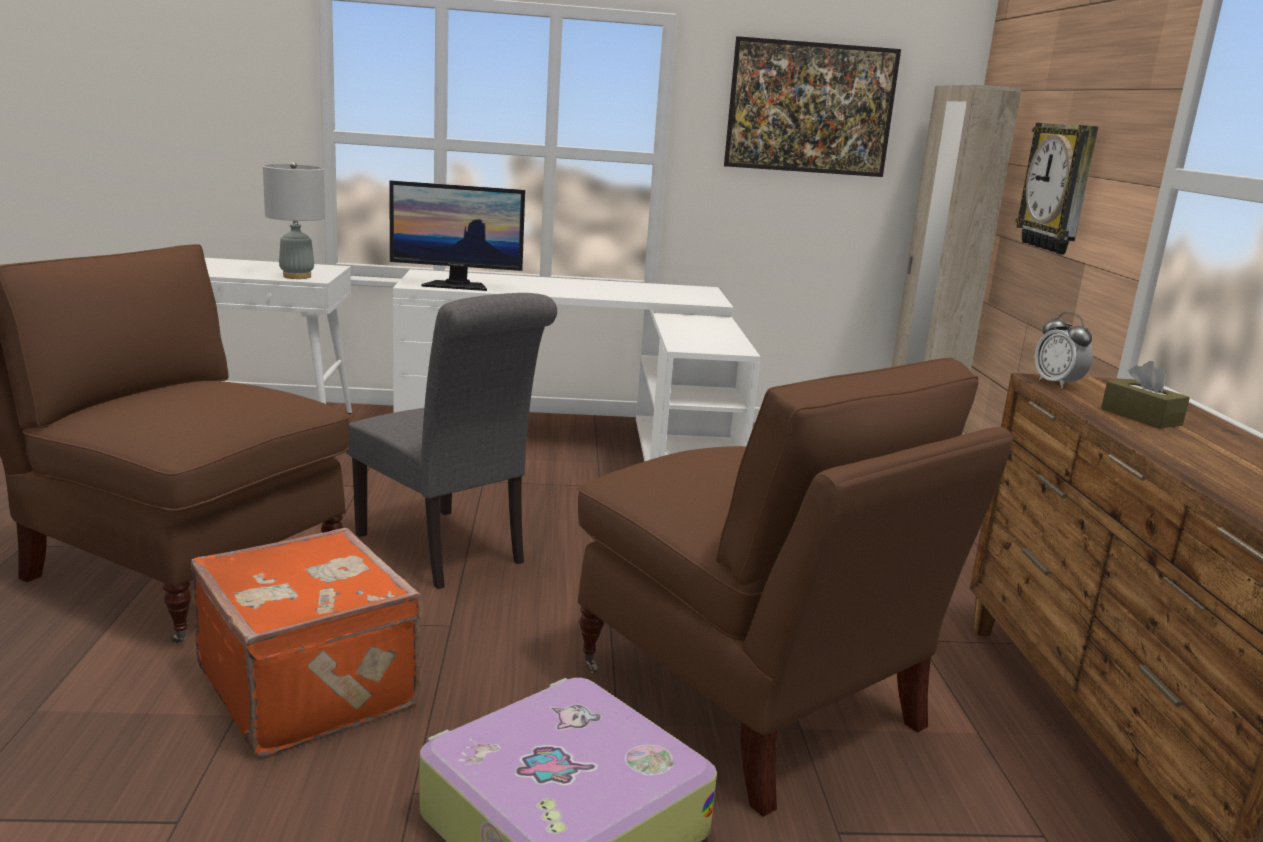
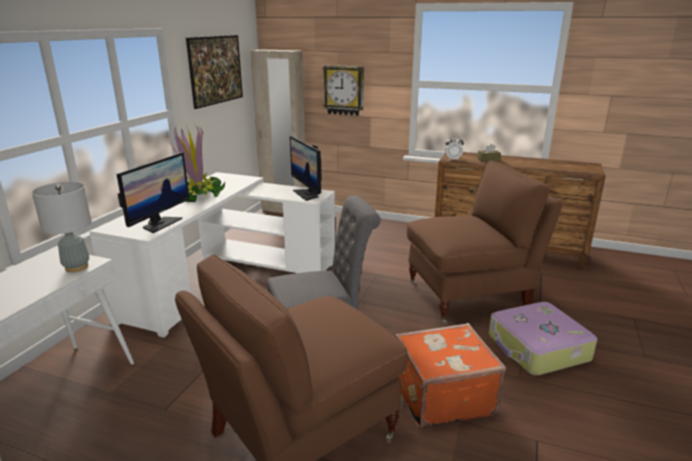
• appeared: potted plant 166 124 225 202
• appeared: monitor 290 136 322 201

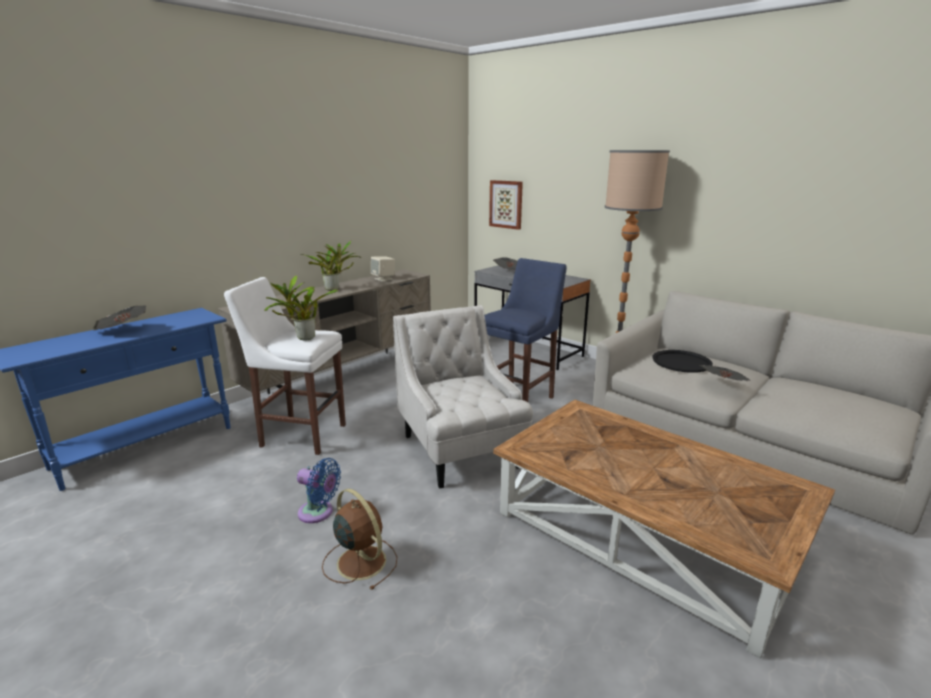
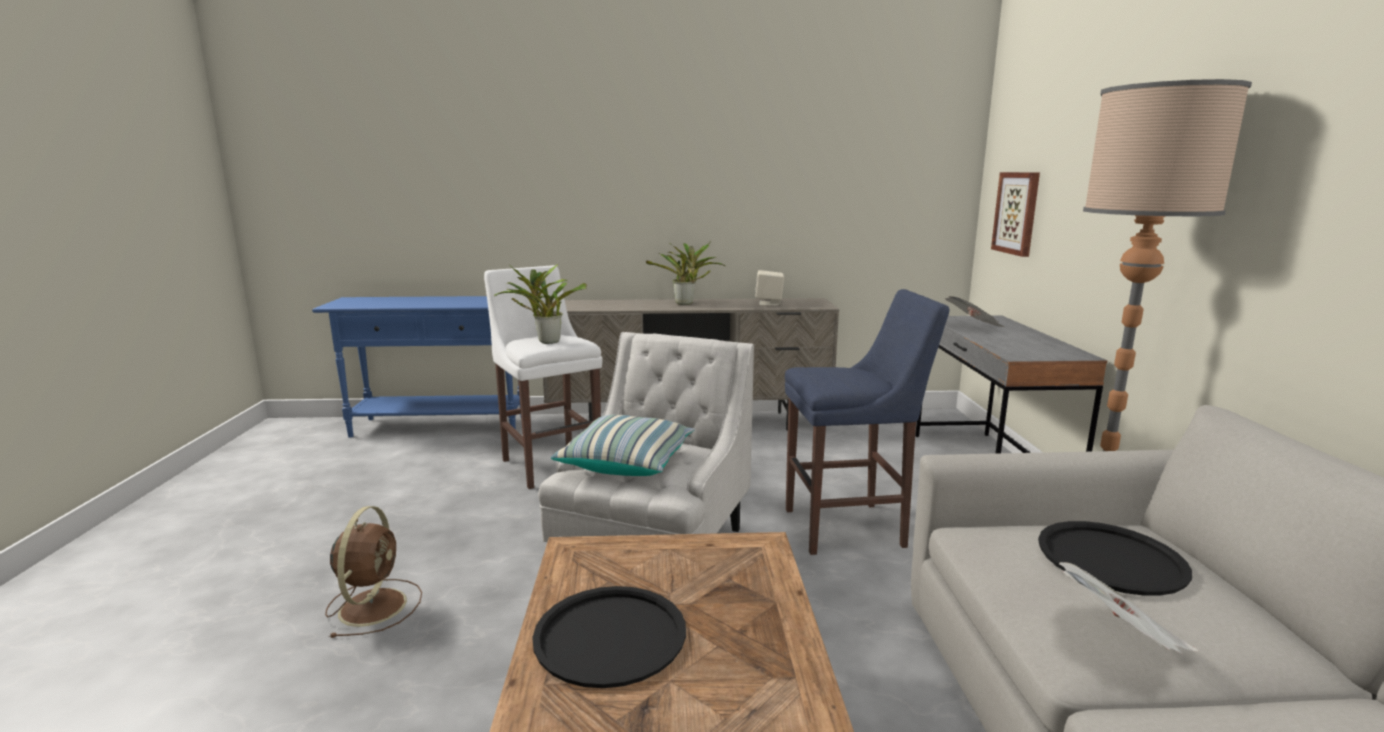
• missing: newspaper 93 306 146 330
• missing: fan (blue) 297 458 341 523
• appeared: tray (black) 532 586 686 688
• appeared: pillow 551 415 695 476

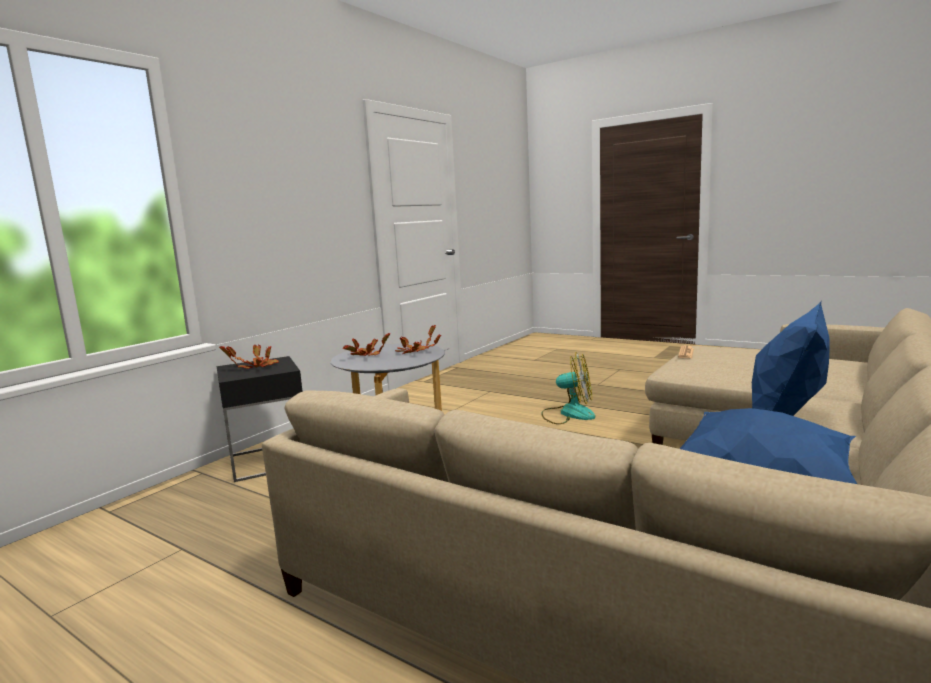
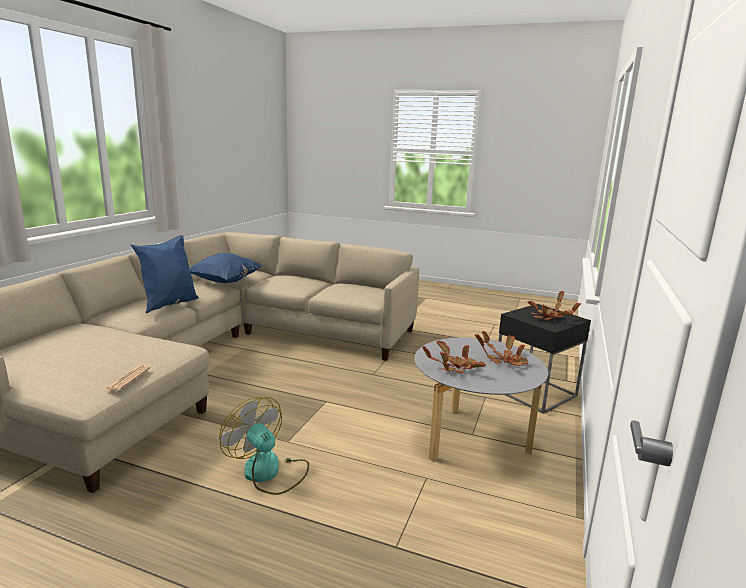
• spun: fan 542 352 595 424 = 220 397 309 495 45 degrees clockwise

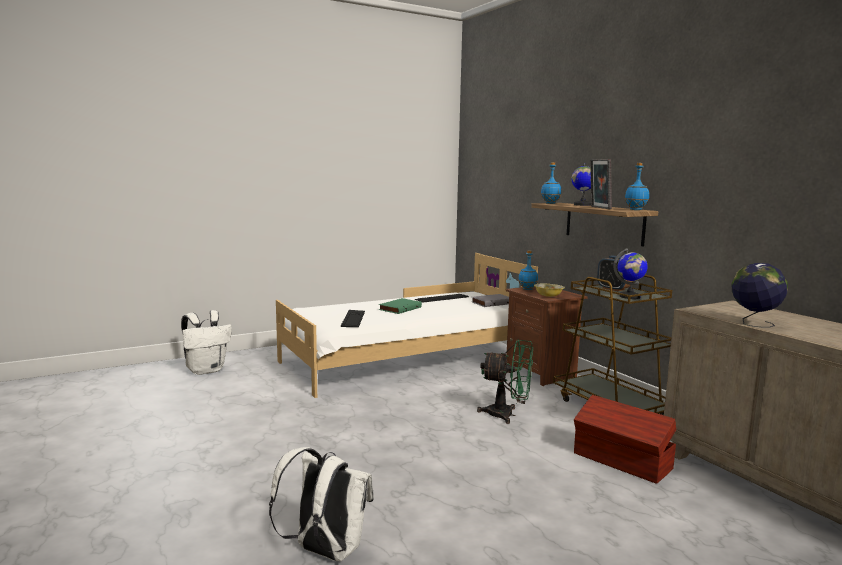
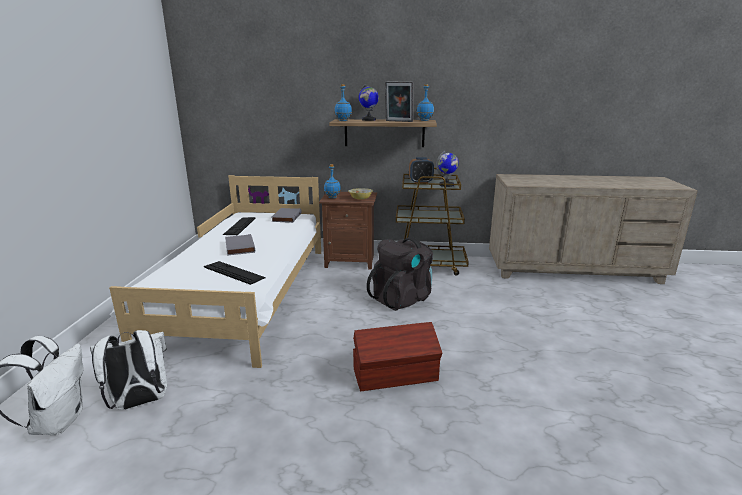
• relocated: backpack (white) 269 447 374 561 to 90 330 167 410
• colour: book (green) 379 298 422 314 to book (grey) 225 234 255 256
• exchanged: fan (green) 477 340 533 424 to backpack (black) 366 237 433 311
• relocated: storage box (brown) 574 395 676 484 to 353 322 442 391
• missing: globe 731 263 788 327

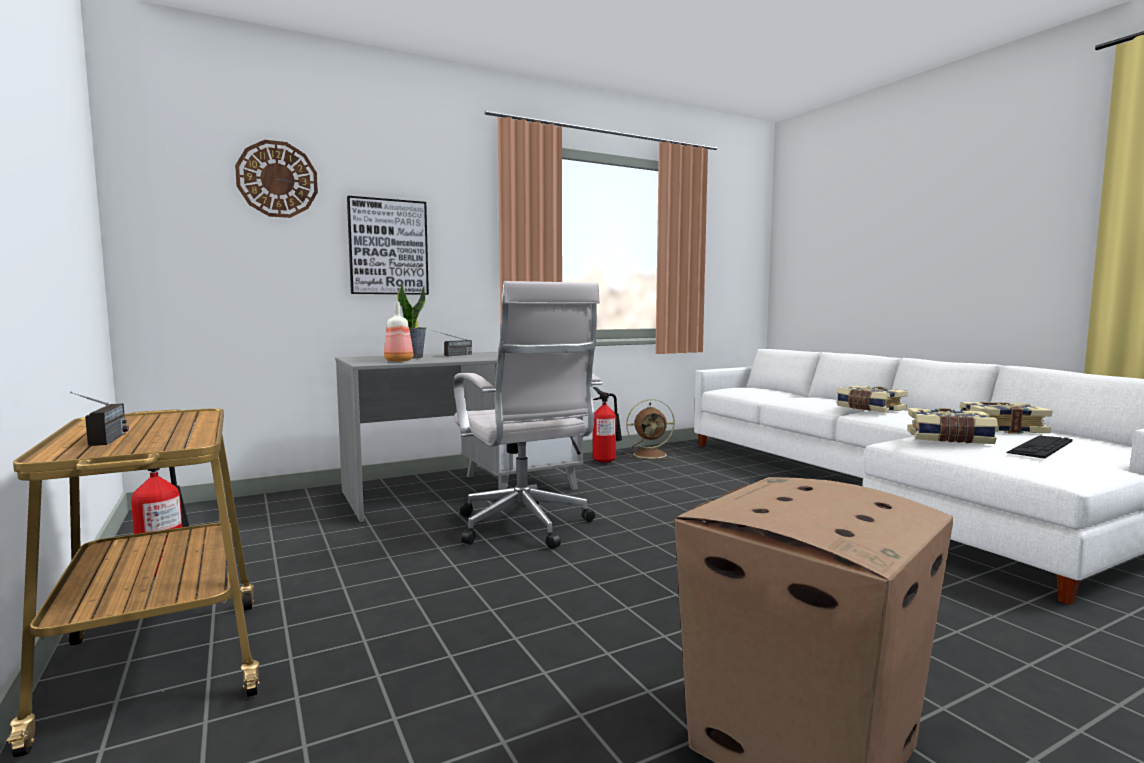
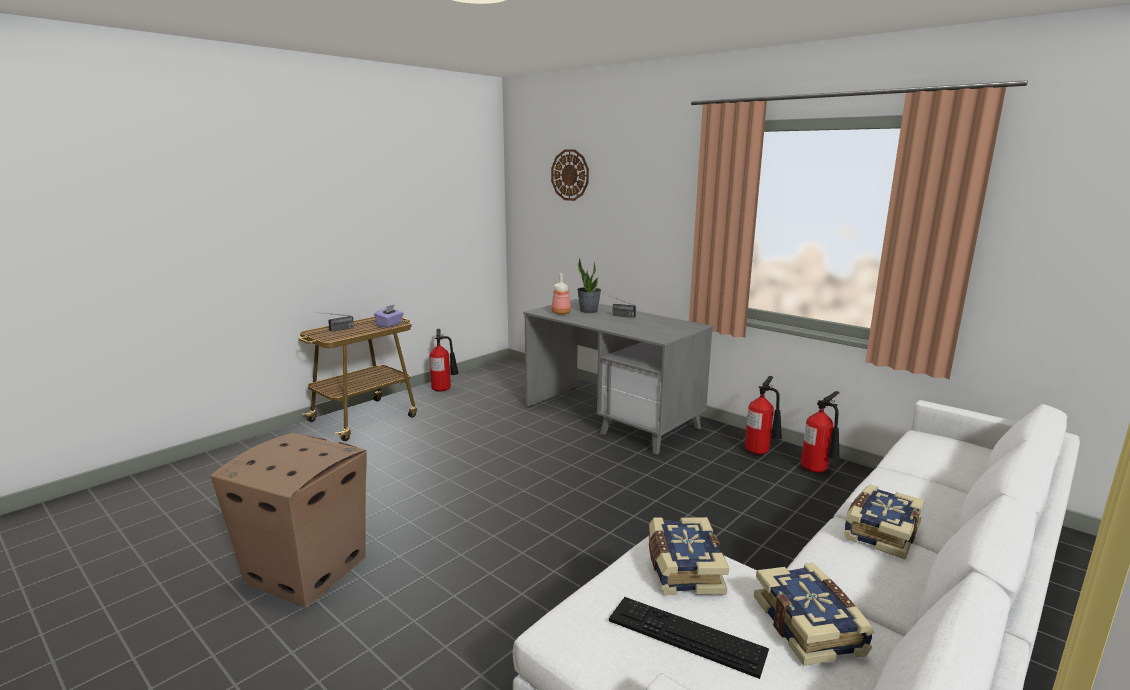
• missing: picture 347 196 429 295
• missing: office chair (white) 453 281 602 549
• exchanged: fan (brown) 623 399 676 460 to fire extinguisher 801 391 840 473
• appeared: tissue box (purple) 374 304 404 328

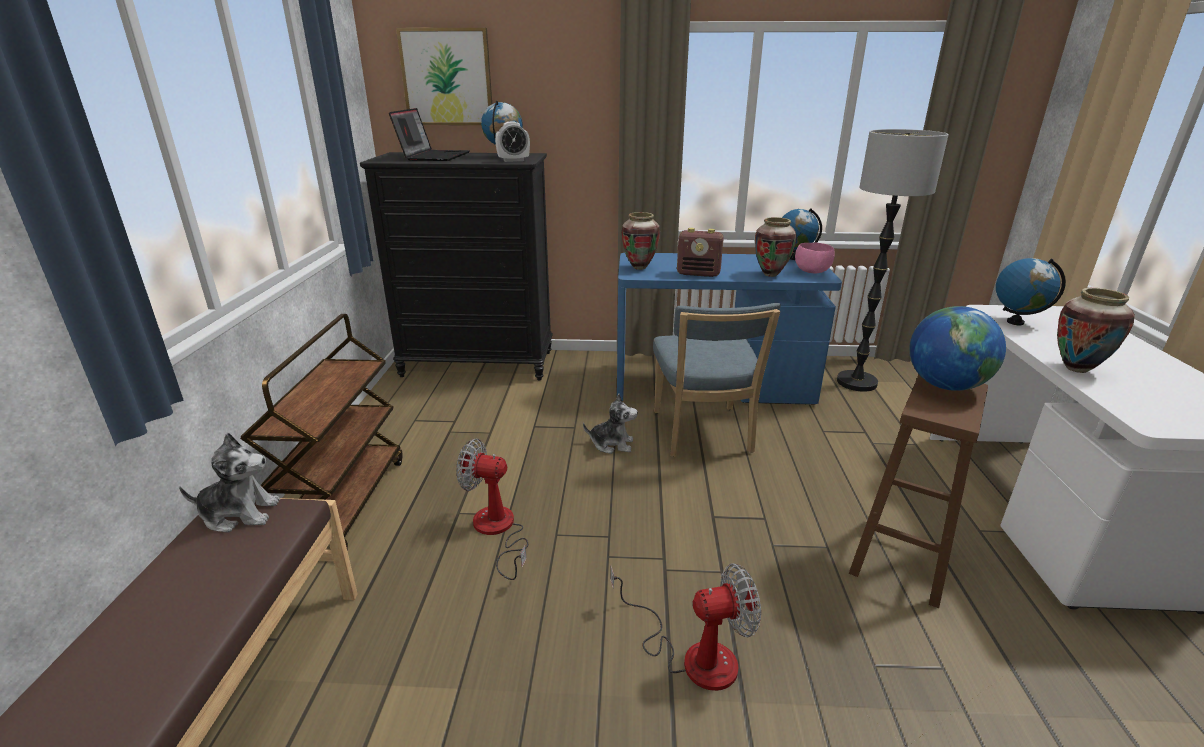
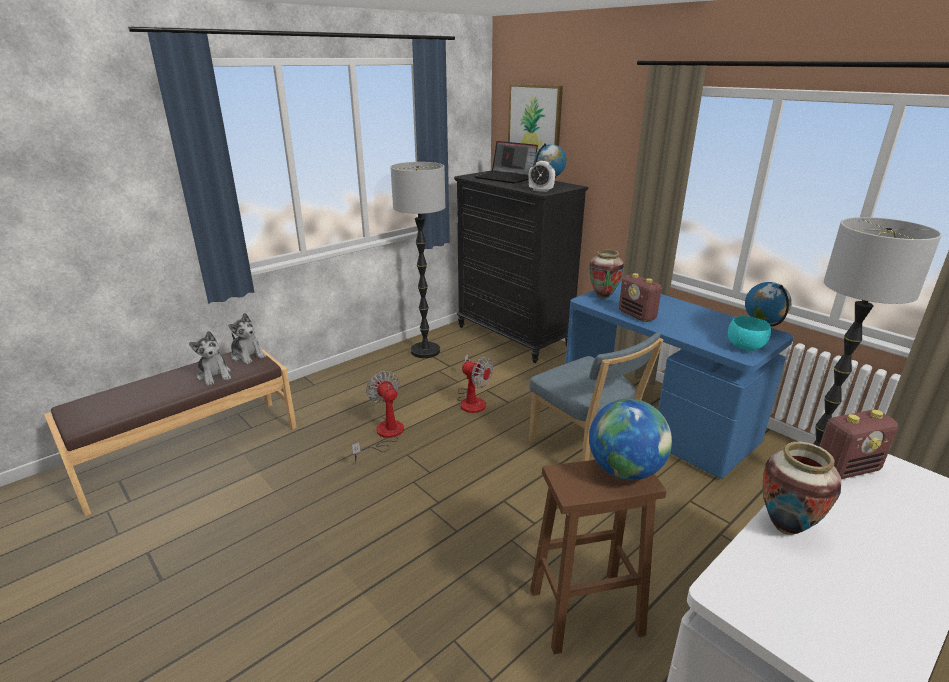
• missing: cart (brown) 240 314 403 549
• spun: laptop 389 108 470 161 = 475 141 538 184 75 degrees clockwise
• relocated: plush toy 583 394 638 454 to 189 331 231 386
• relocated: fan 610 563 761 691 to 457 354 493 413
• spun: chair (blue) 653 303 781 457 = 529 332 663 461 75 degrees counterclockwise
• missing: vase 755 217 797 277
• colour: bowl (pink) 795 243 835 274 to bowl (turquoise) 728 316 771 351
• exchanged: globe 996 258 1066 325 to radio 819 410 898 479
• appeared: floor lamp 391 162 445 358

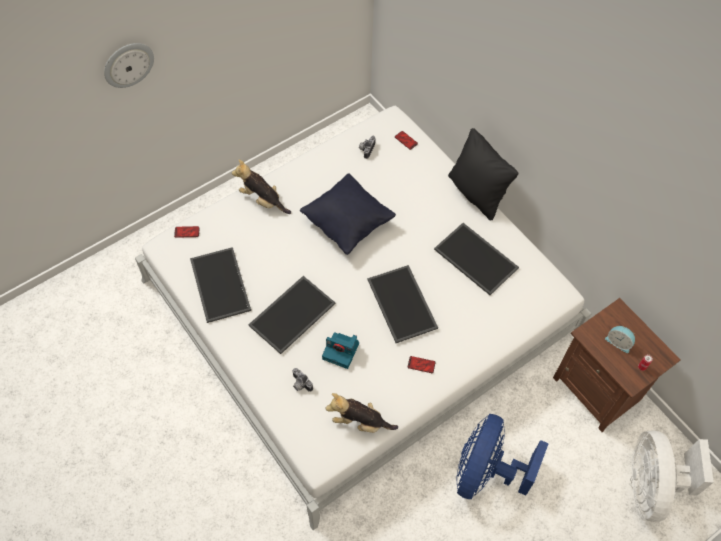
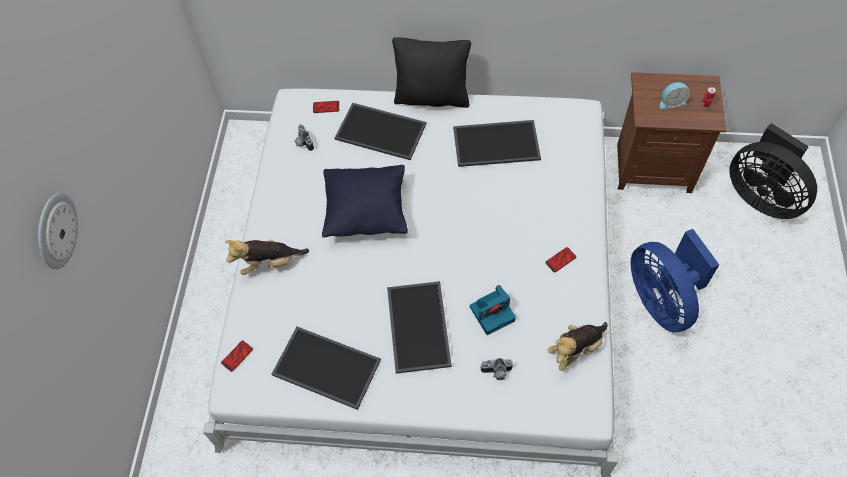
• relocated: tray 368 265 438 343 to 335 103 426 160
• colour: fan (white) 630 430 714 522 to fan (black) 729 123 817 219

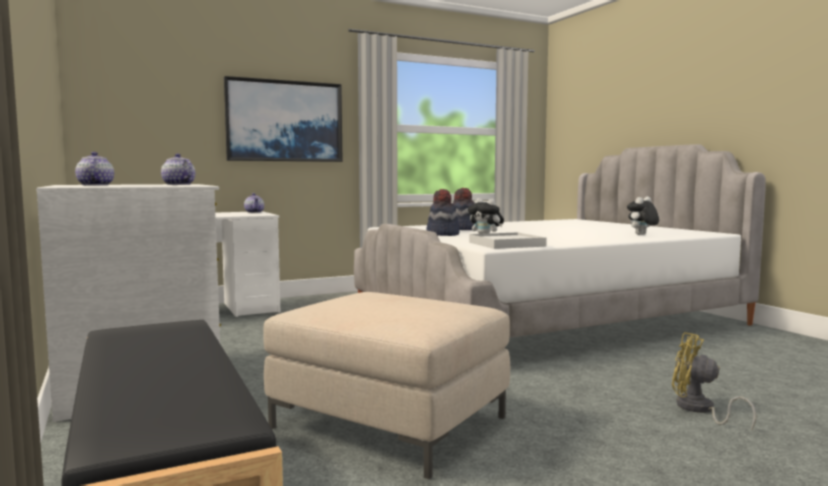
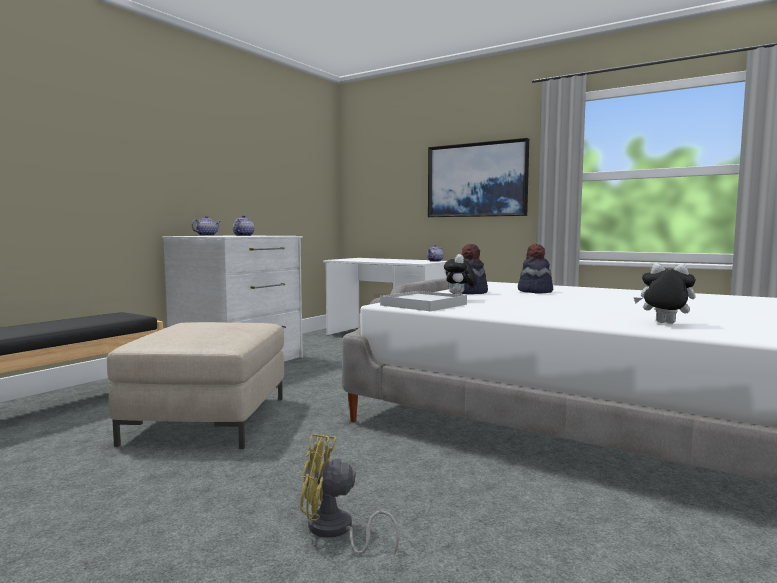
• spun: fan (yellow) 672 332 756 431 = 300 434 399 555 90 degrees counterclockwise

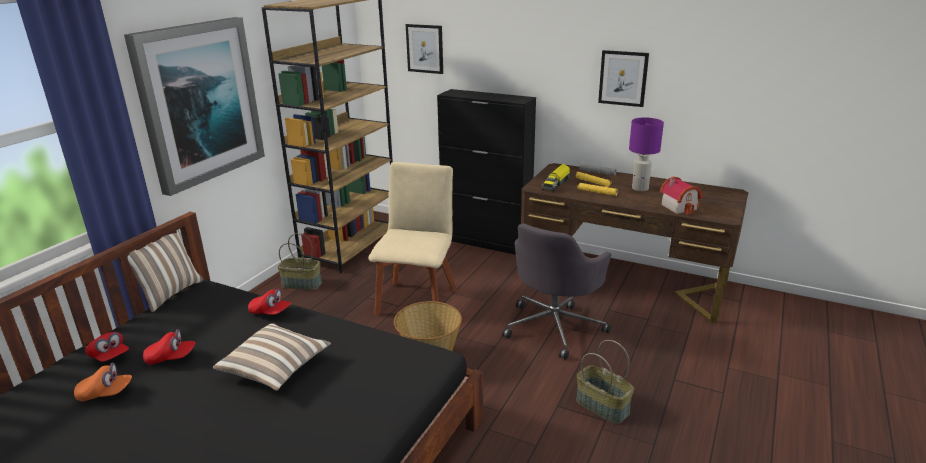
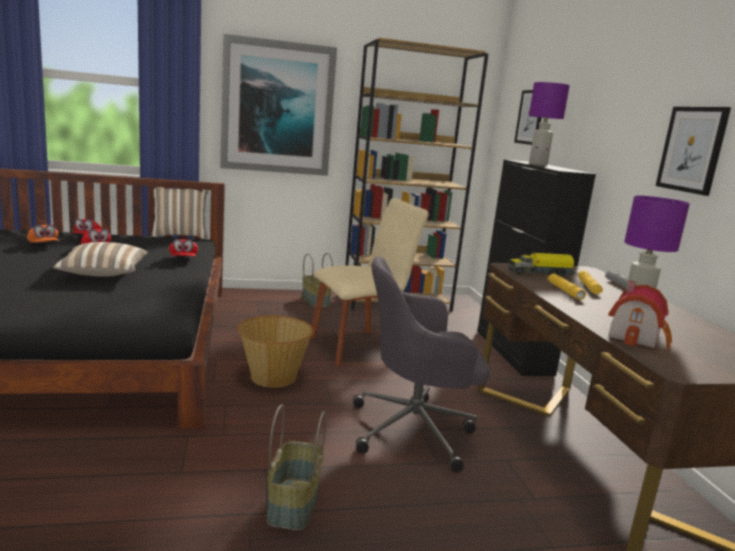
• appeared: table lamp (purple) 529 82 570 166

